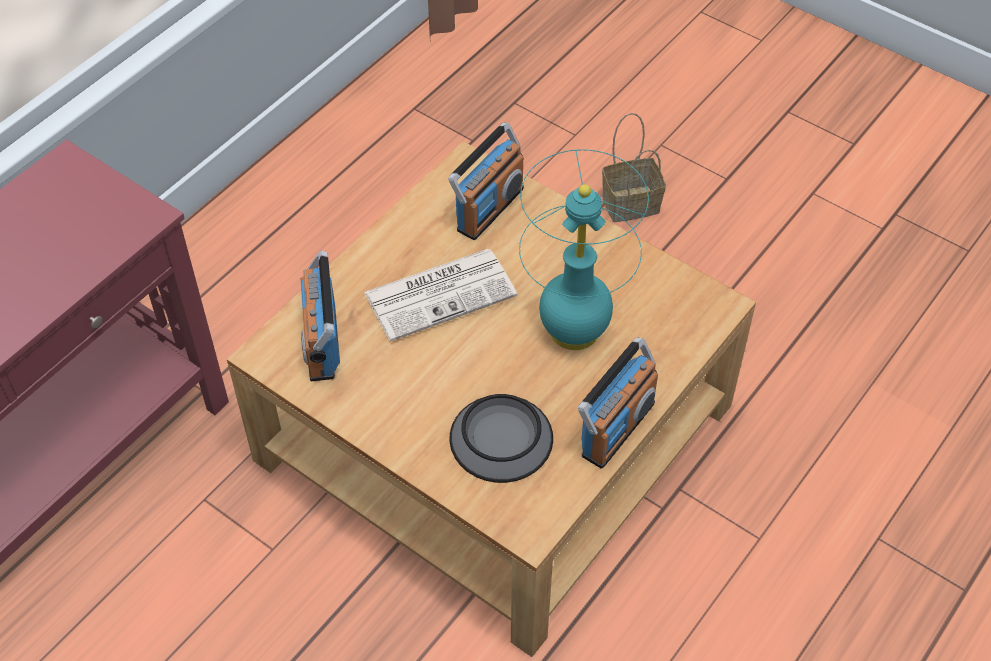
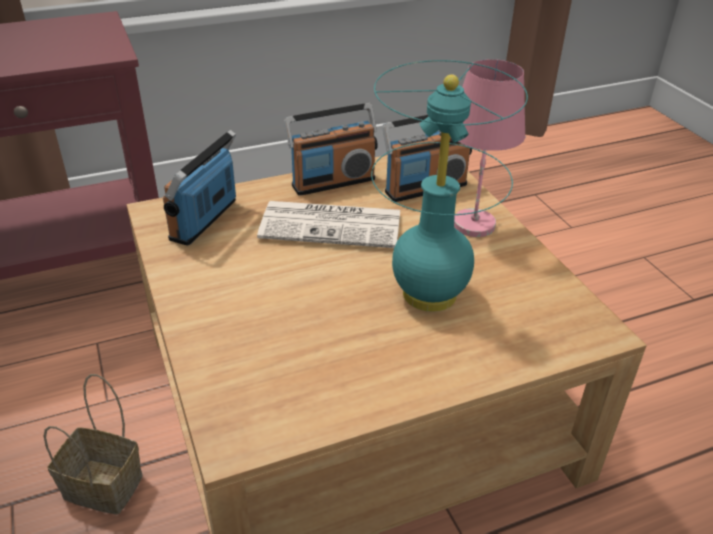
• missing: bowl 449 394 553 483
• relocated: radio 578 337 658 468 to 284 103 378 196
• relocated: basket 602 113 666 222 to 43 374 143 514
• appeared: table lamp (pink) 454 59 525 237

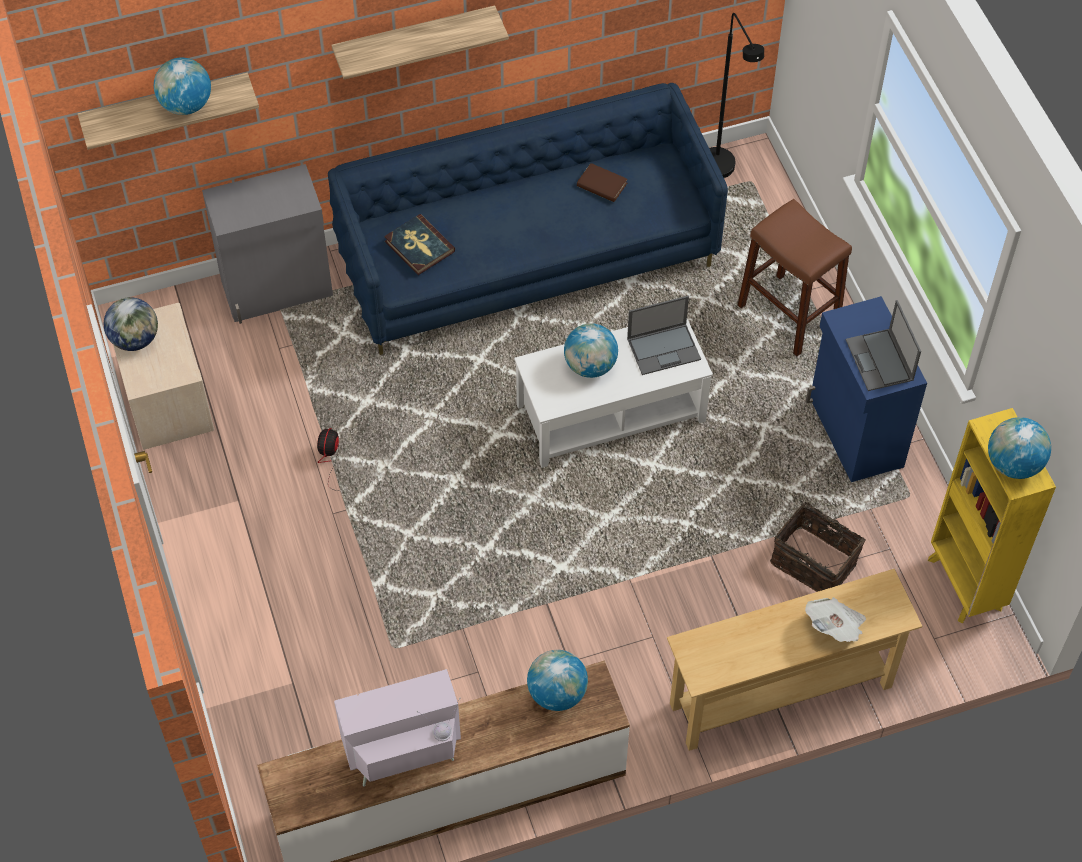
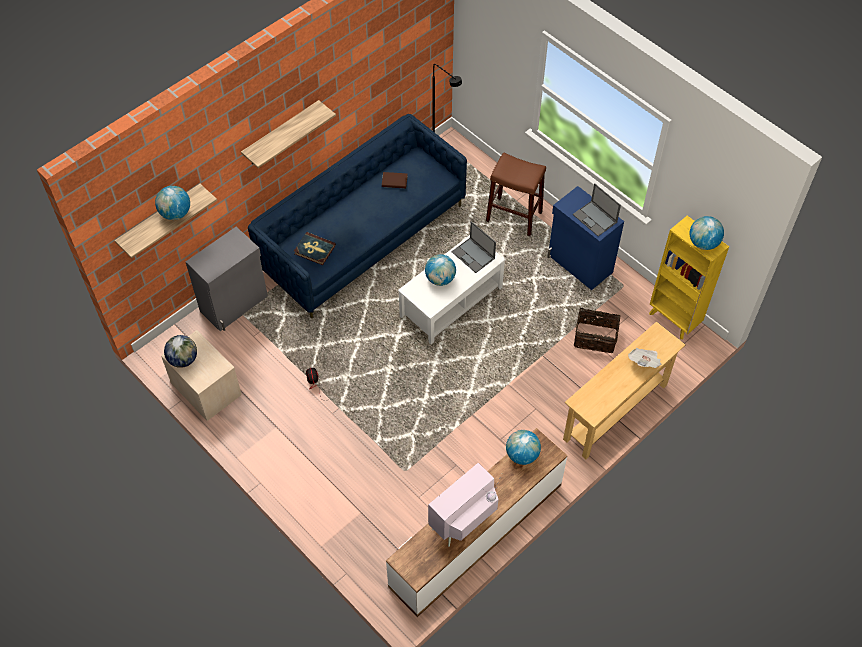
• spun: laptop 627 296 701 375 = 451 221 496 273 90 degrees clockwise

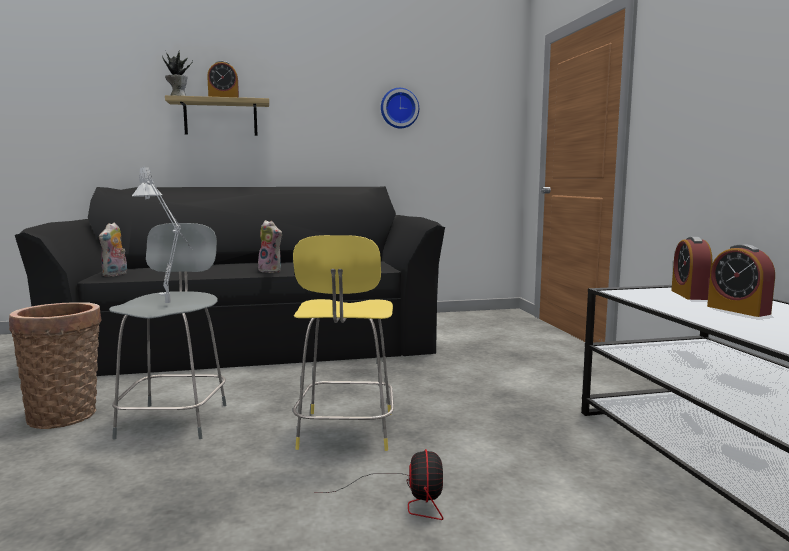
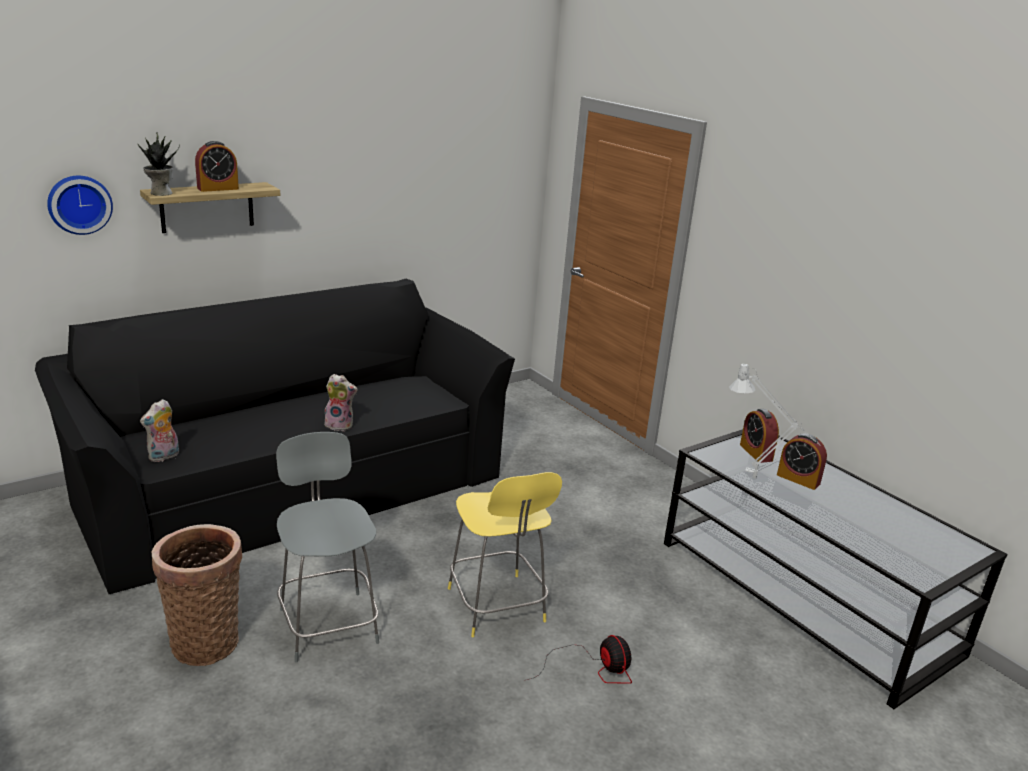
• spun: plush toy 99 222 127 276 = 140 399 179 462 45 degrees clockwise
• relocated: table lamp (grey) 132 165 192 303 to 729 363 821 478
• relocated: wall clock 381 88 419 128 to 47 176 113 235

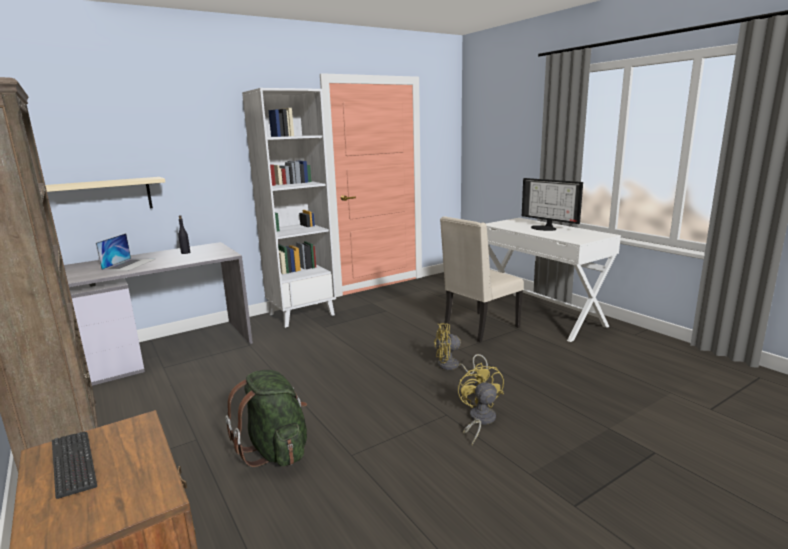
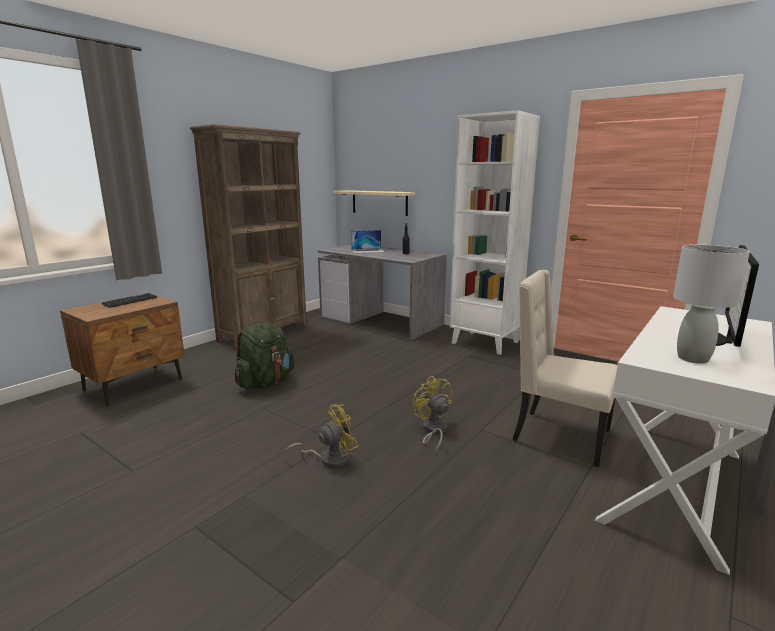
• appeared: table lamp (grey) 673 245 750 364

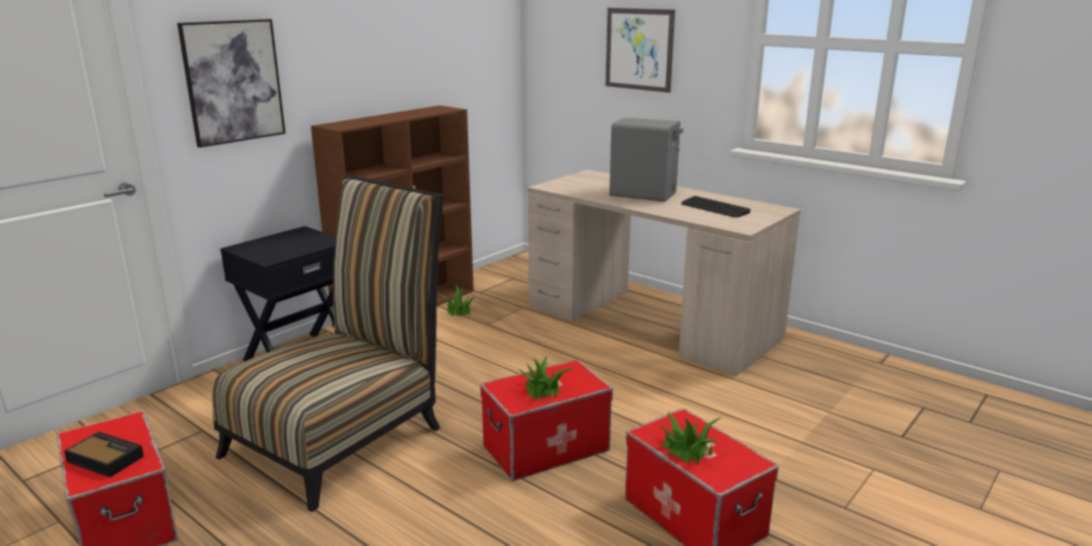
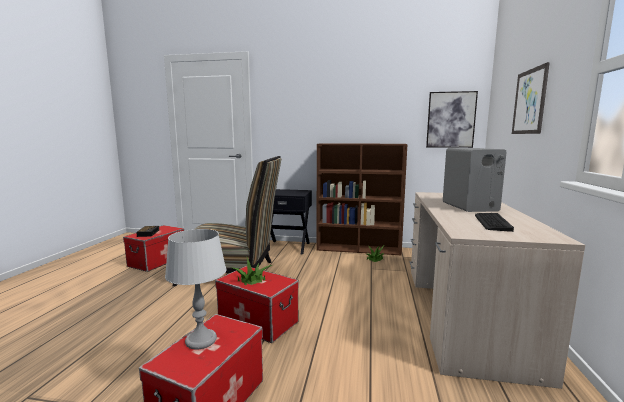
• relocated: picture 177 19 286 148 to 426 91 478 148
• exchanged: potted plant 661 411 722 464 to table lamp (grey) 165 229 227 350

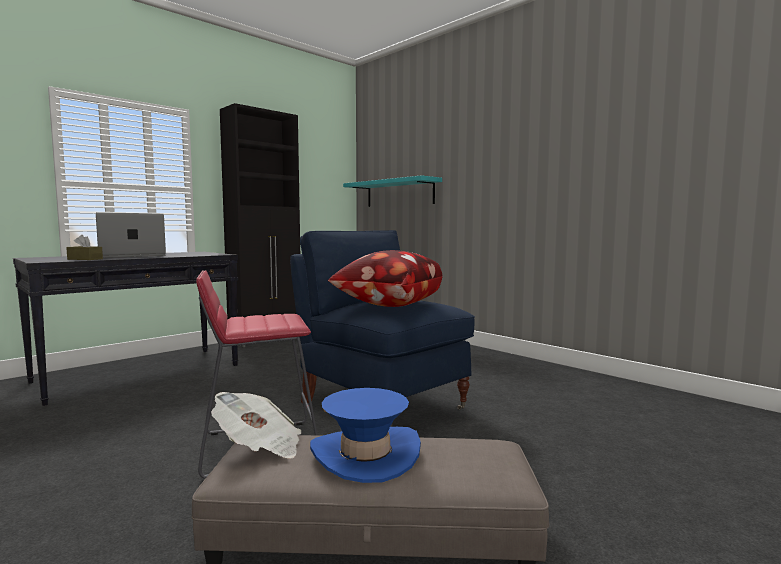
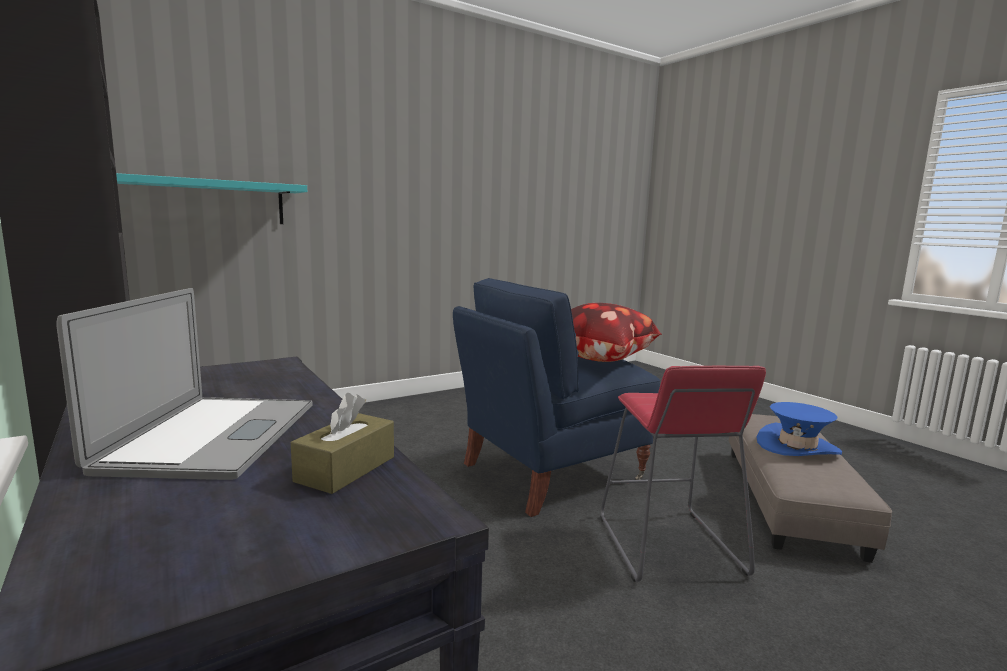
• spun: laptop 96 212 166 258 = 56 288 312 480 150 degrees counterclockwise
• missing: newspaper 211 392 301 459

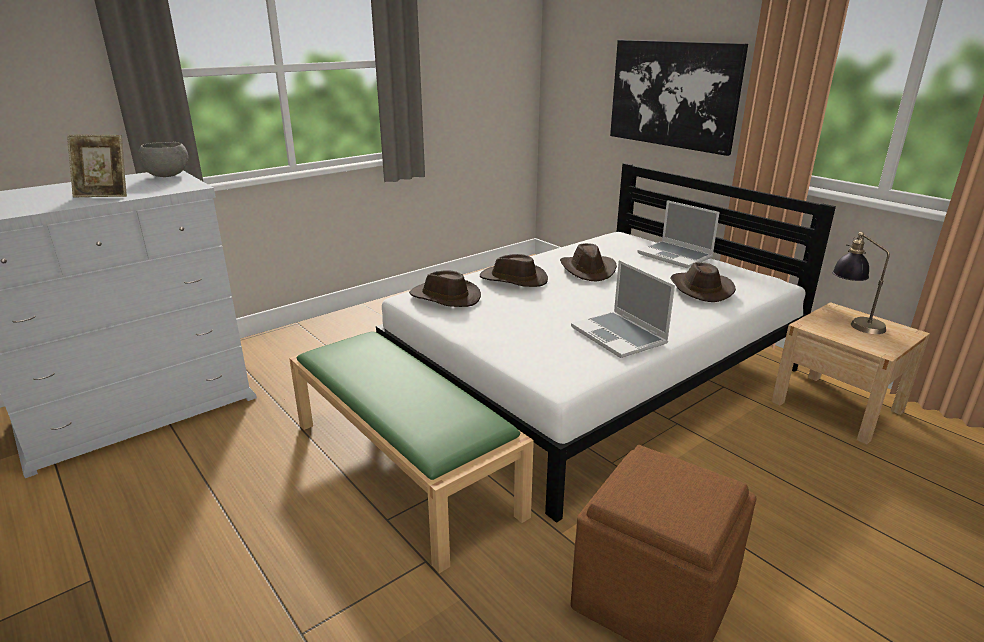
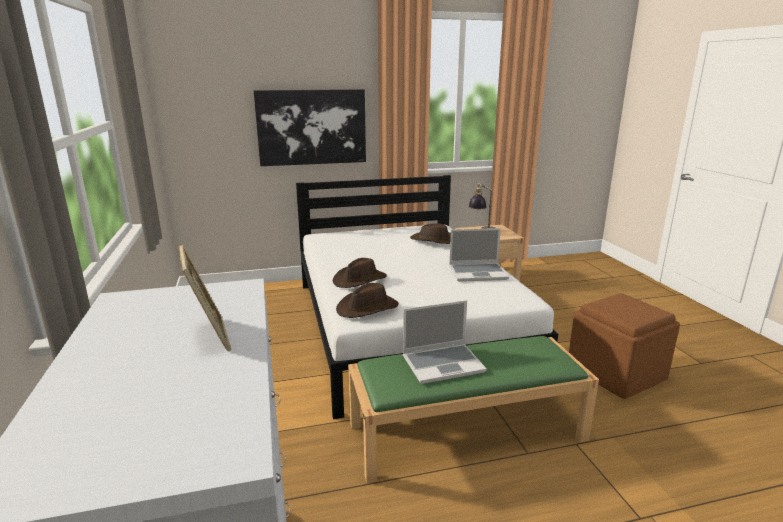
• spun: picture frame 67 135 127 197 = 179 244 231 351 45 degrees counterclockwise
• missing: bowl (grey) 138 142 188 177
• missing: hat (brown) 560 243 617 282
• relocated: laptop 637 200 720 268 to 403 300 487 384

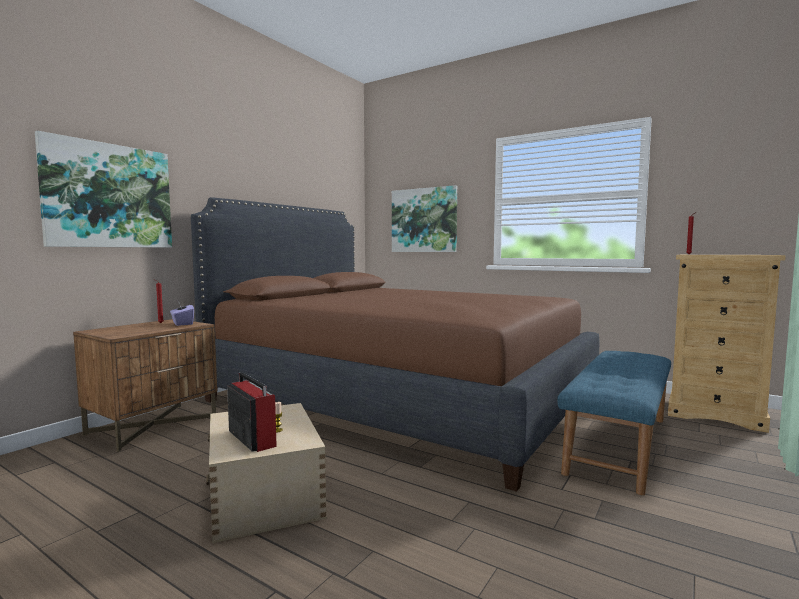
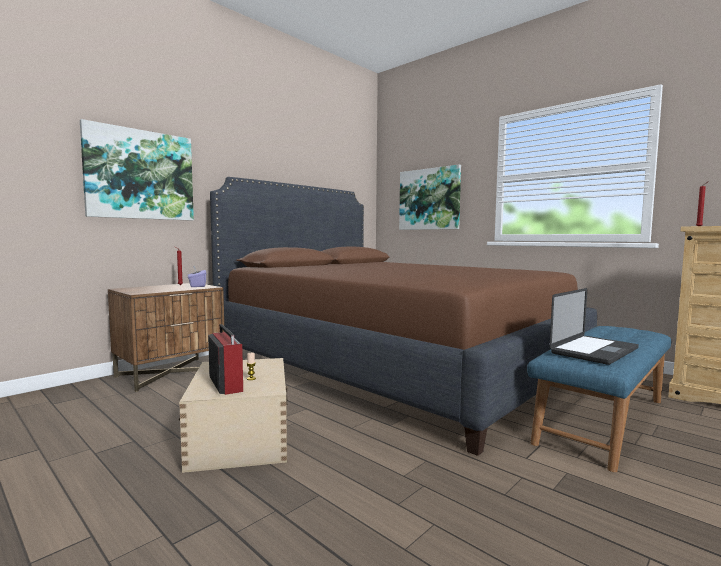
• appeared: laptop 550 288 639 365

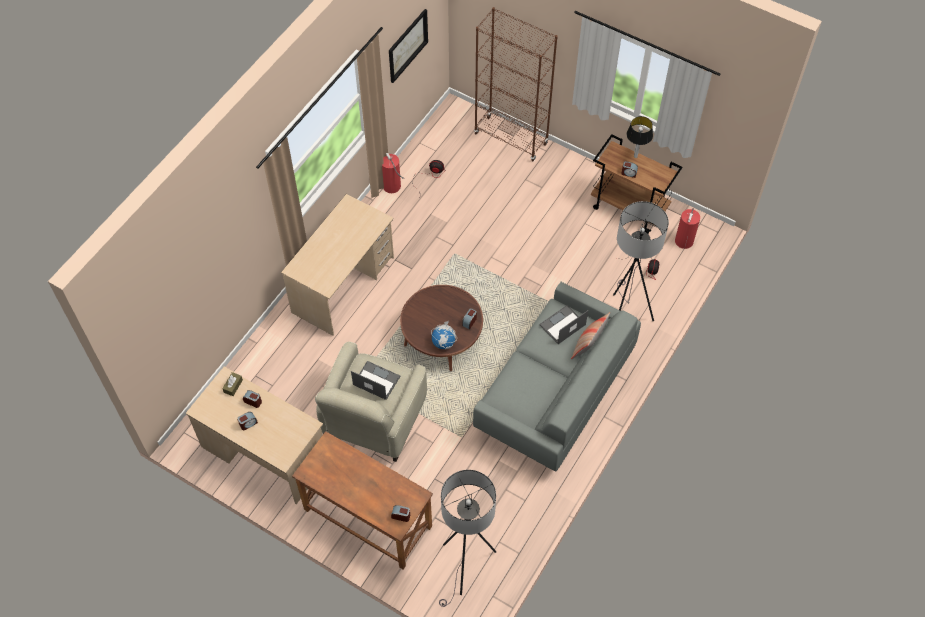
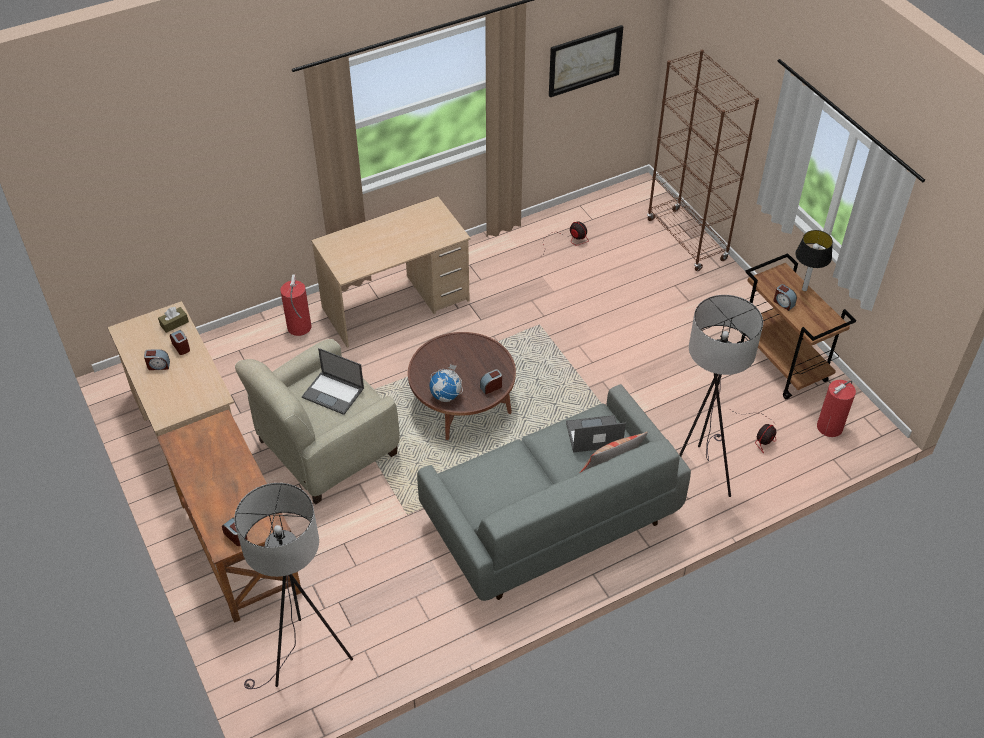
• spun: laptop 351 361 400 400 = 302 348 364 415 150 degrees clockwise
• relocated: fire extinguisher 382 153 405 193 to 281 274 311 336

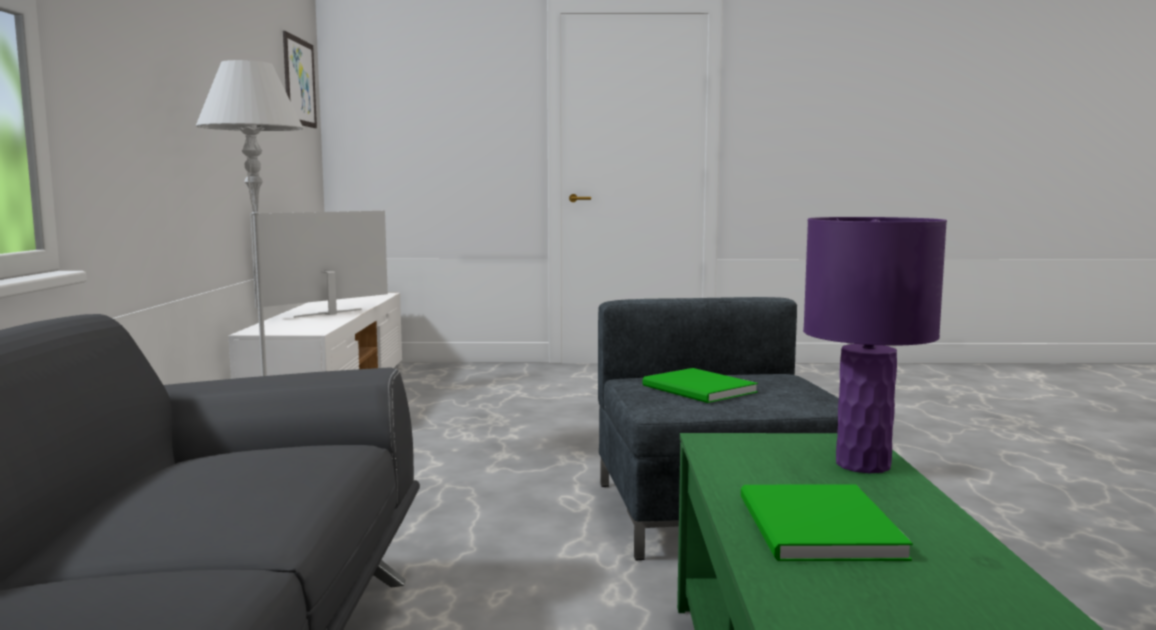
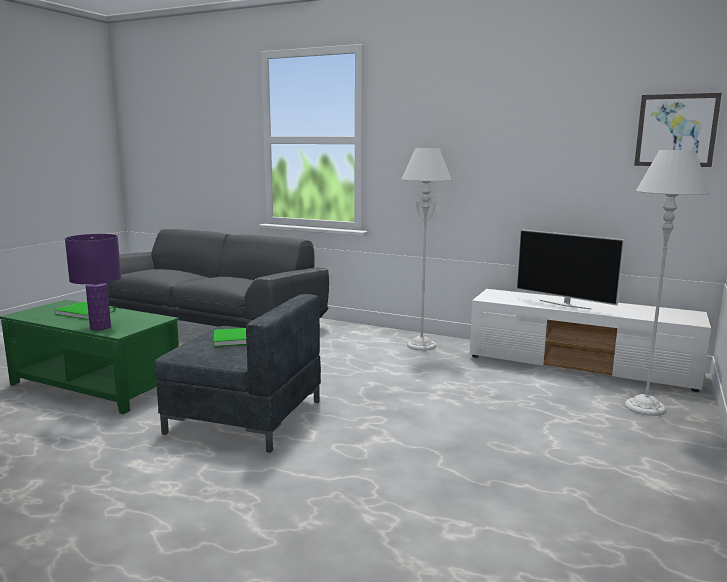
• spun: television 250 211 388 318 = 516 229 625 310 150 degrees clockwise
• appeared: floor lamp (grey) 625 150 710 416

